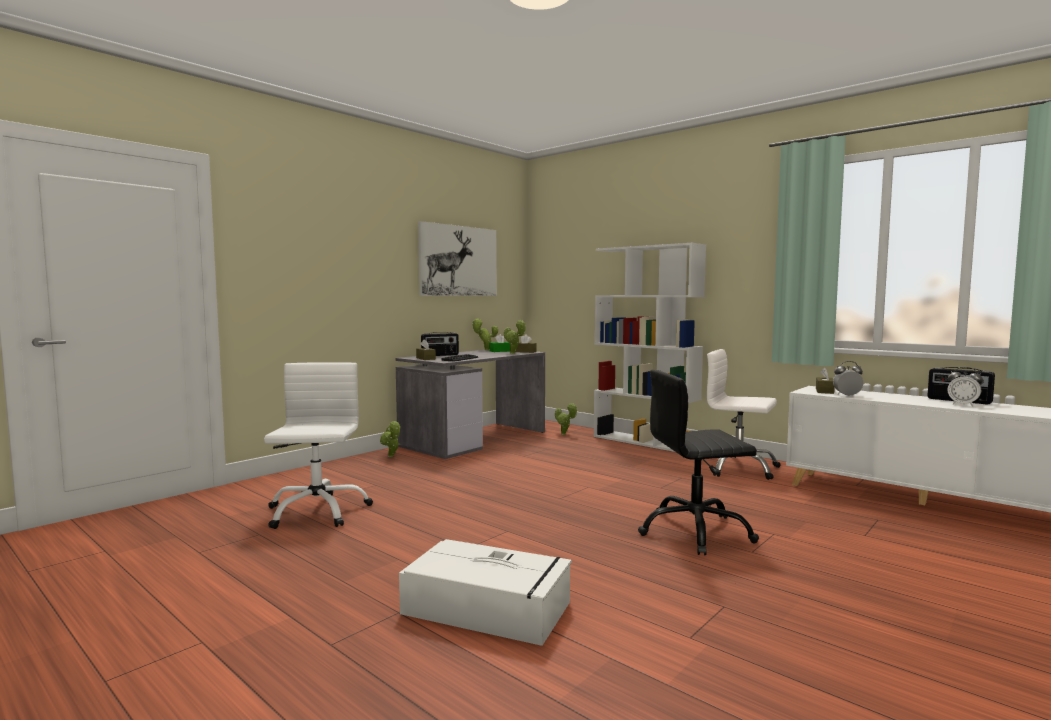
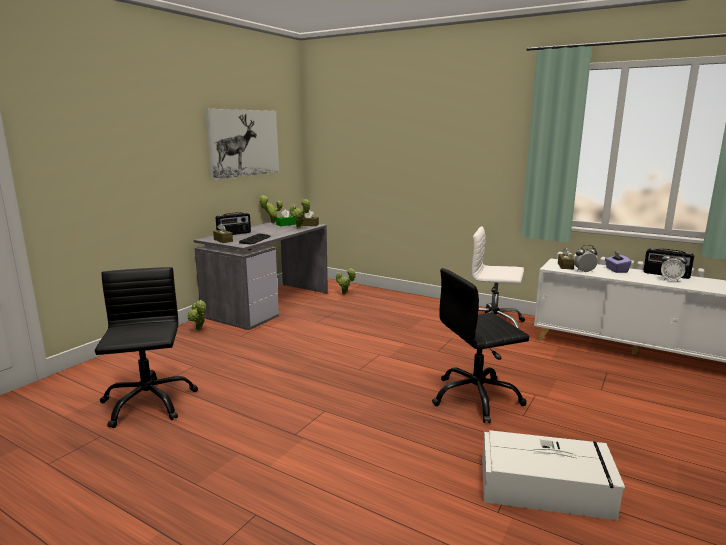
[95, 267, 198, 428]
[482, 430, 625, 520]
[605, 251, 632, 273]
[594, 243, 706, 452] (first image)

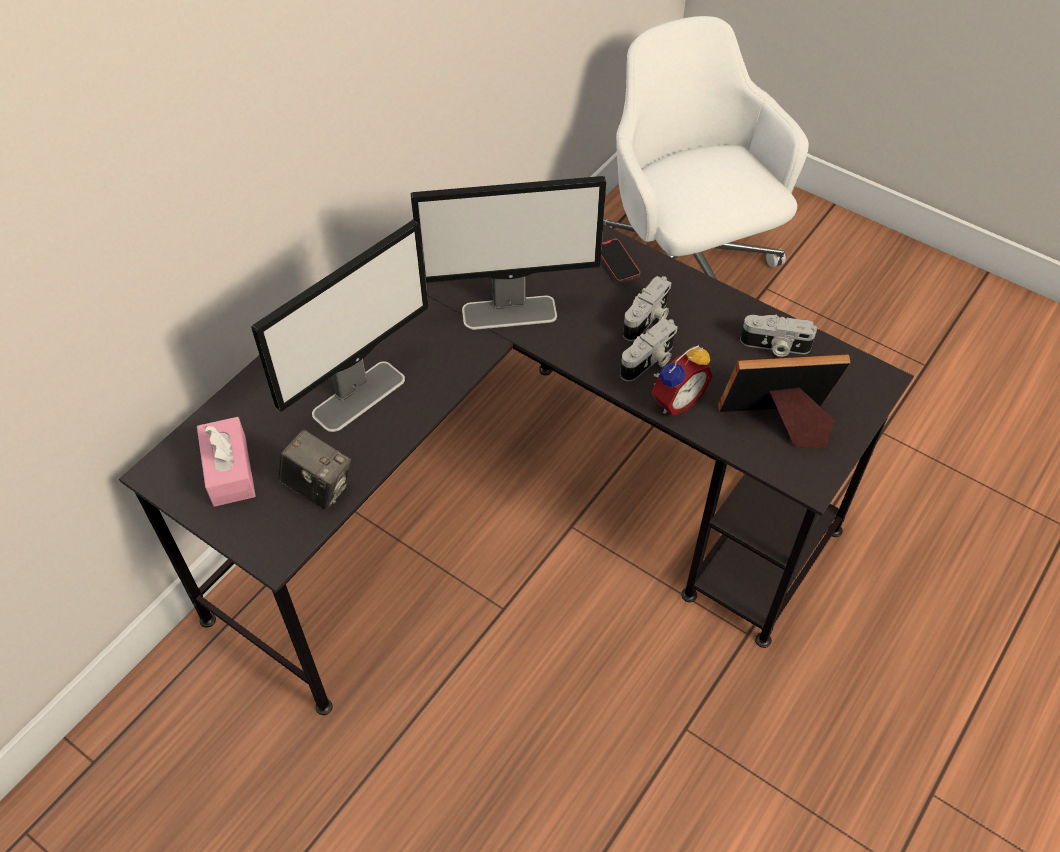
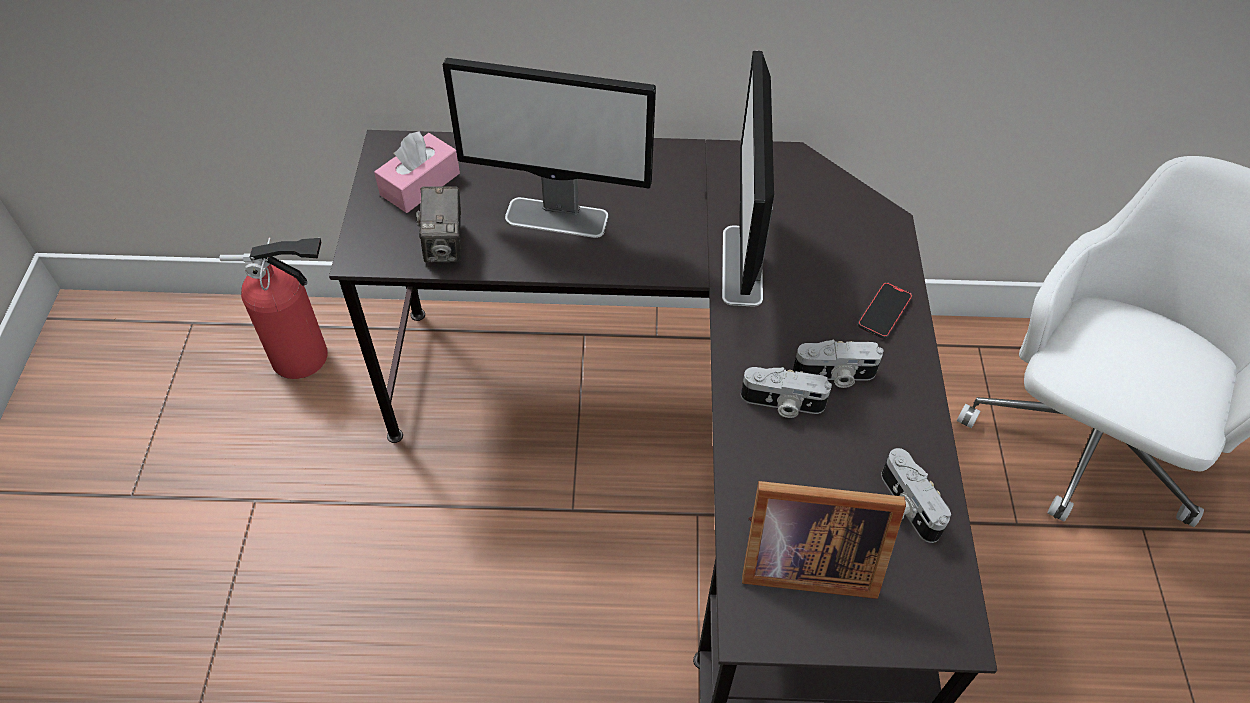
[220, 237, 328, 379]
[722, 51, 774, 307]
[742, 481, 906, 599]
[651, 345, 712, 416] (first image)

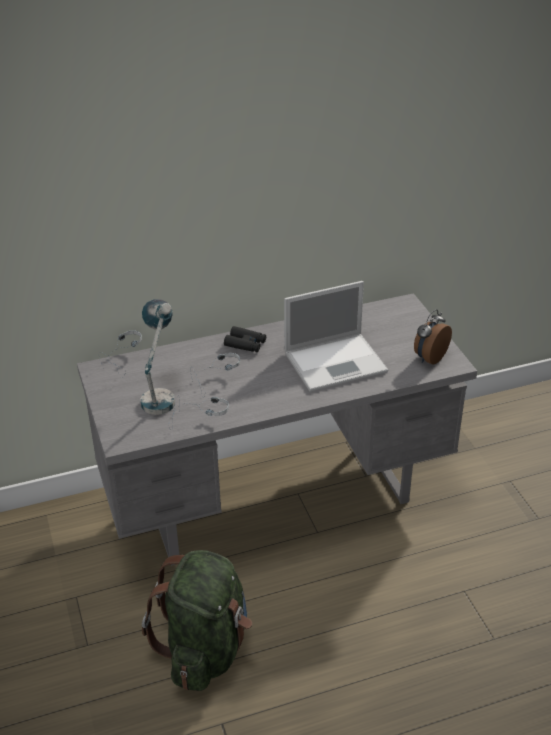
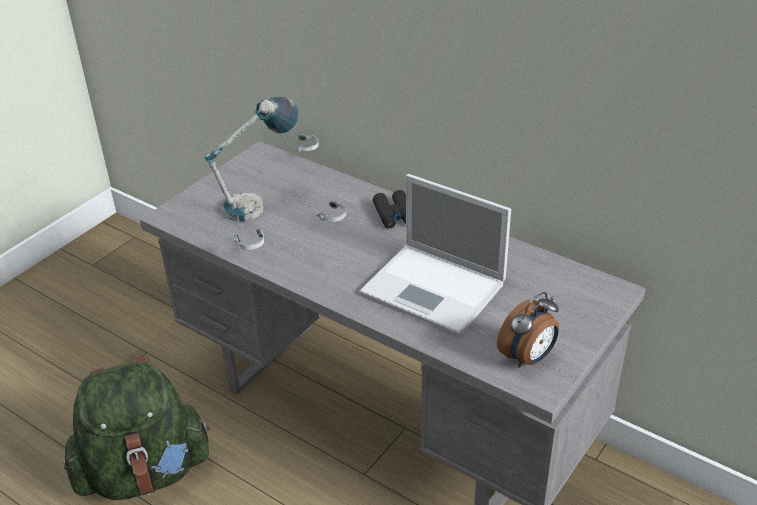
[497, 292, 559, 368]

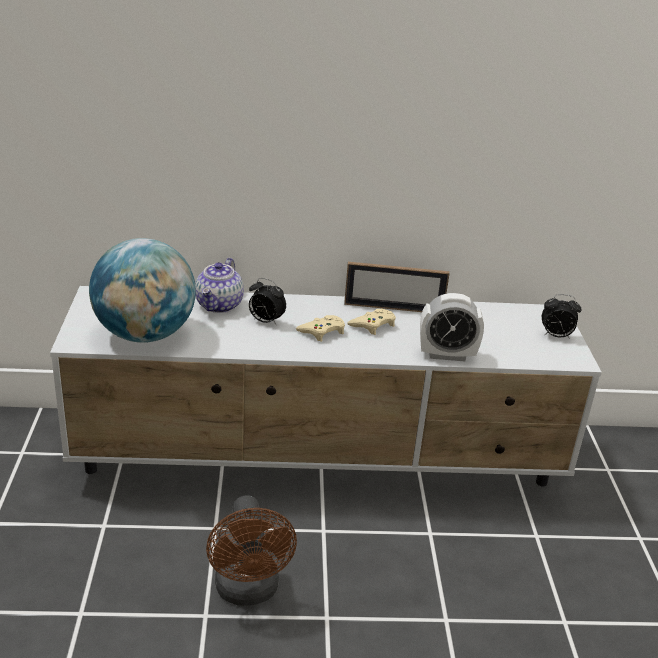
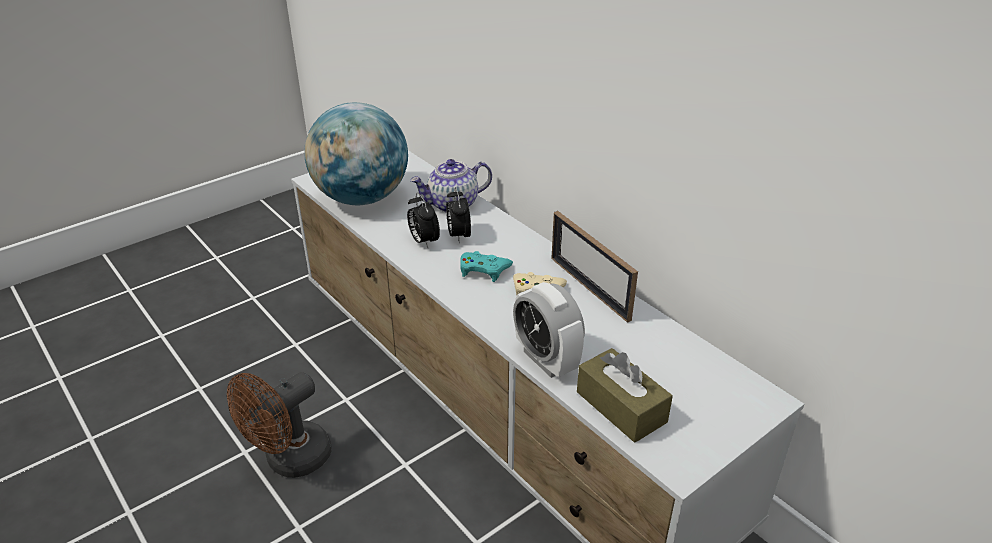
[407, 193, 440, 248]
[460, 251, 513, 282]
[577, 348, 673, 443]

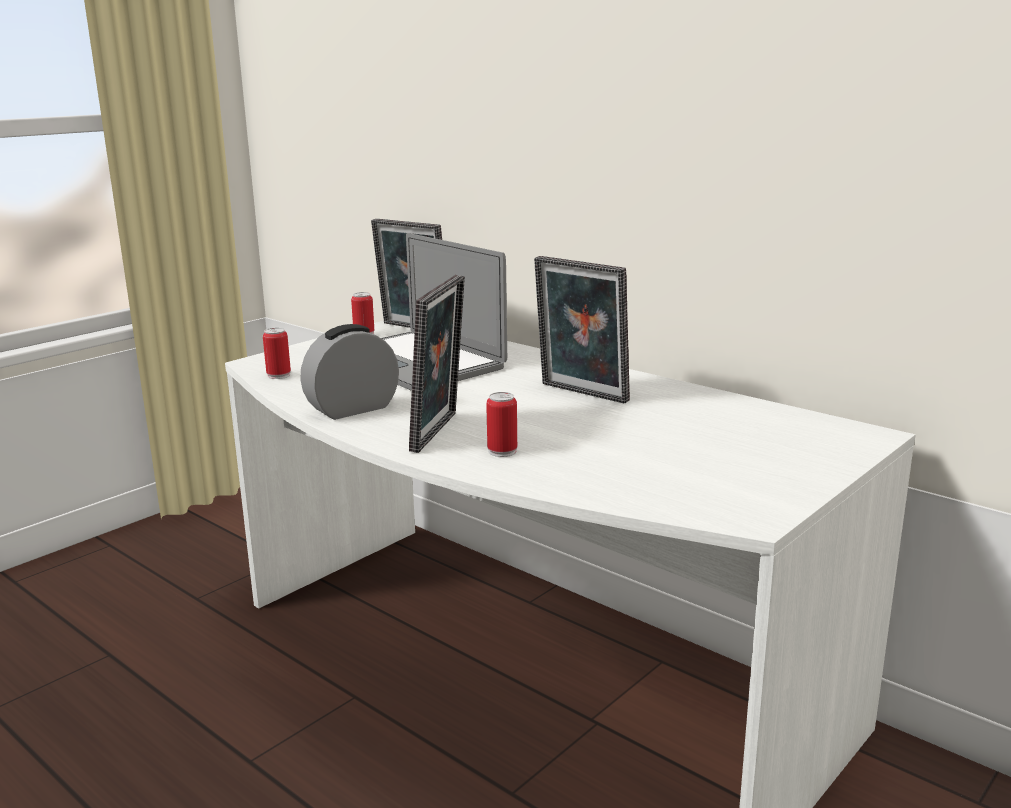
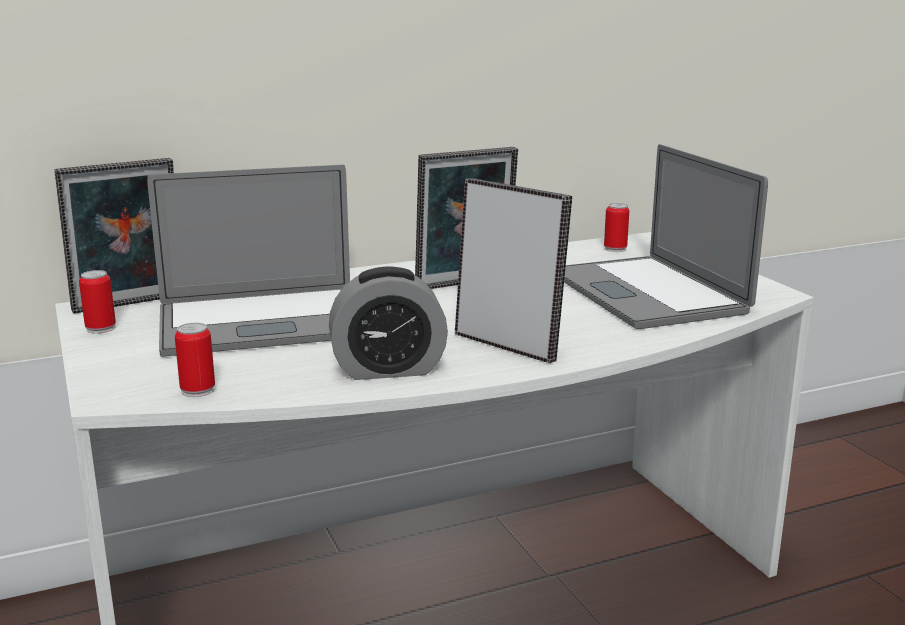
[329, 267, 448, 380]
[564, 144, 768, 329]
[604, 203, 629, 252]

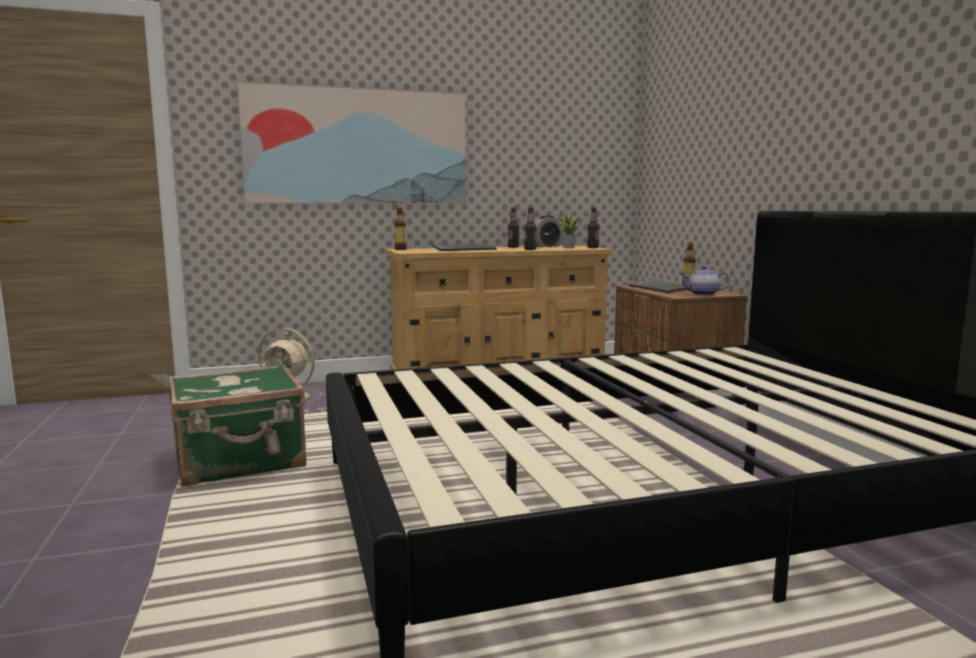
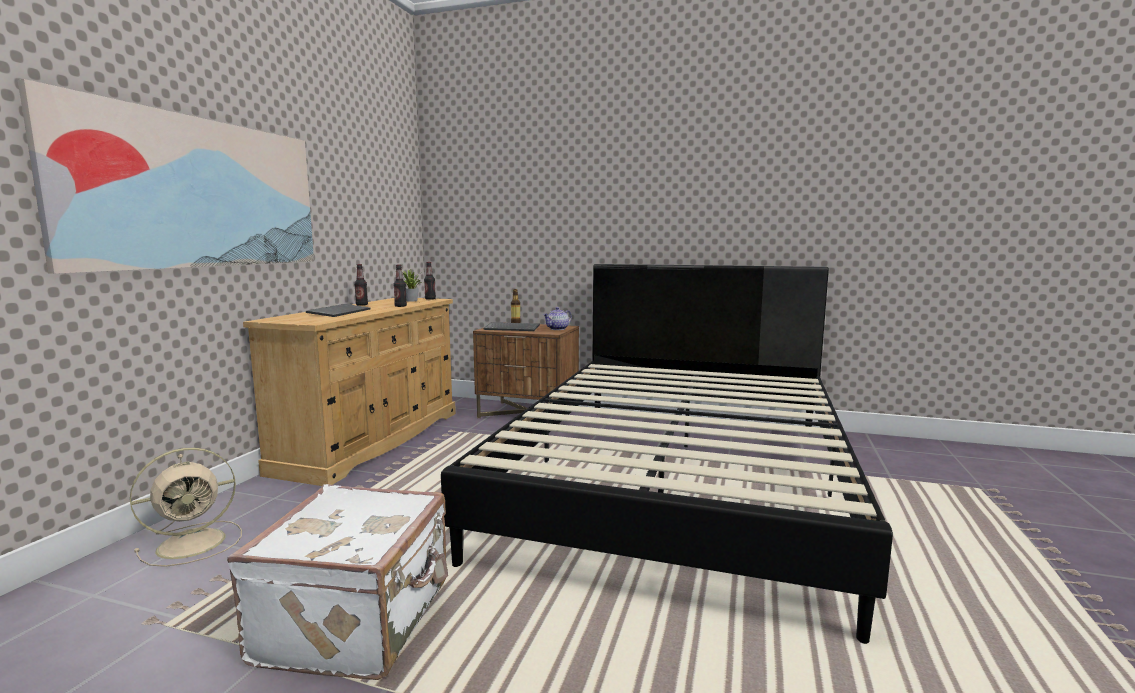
[227, 484, 448, 680]
[394, 207, 407, 250] (first image)
[534, 216, 564, 247] (first image)

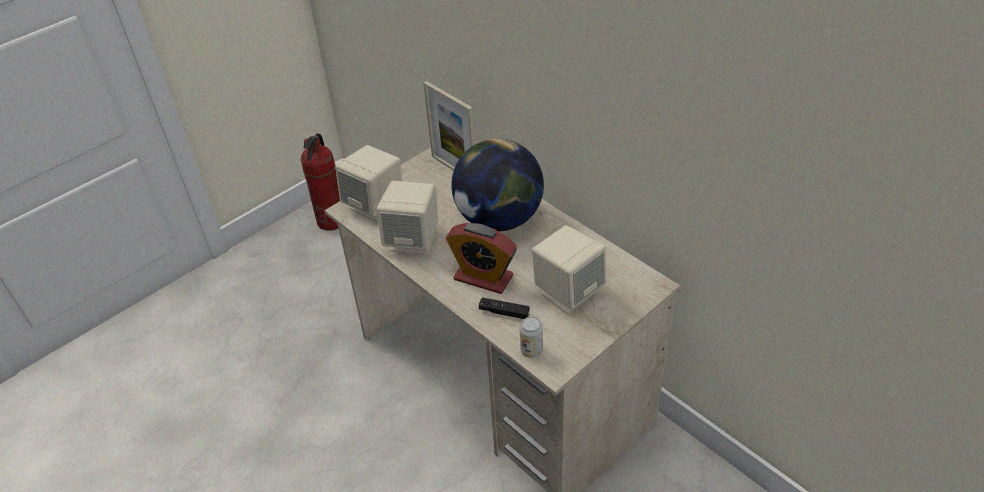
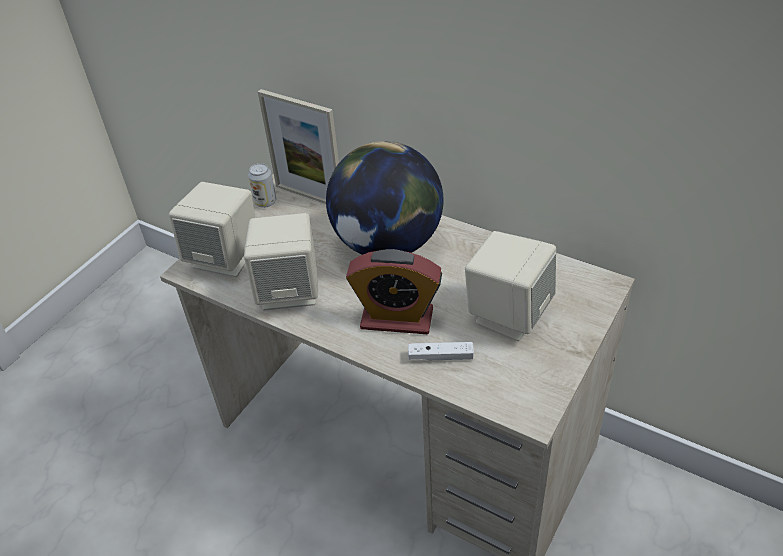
[248, 163, 276, 208]
[408, 342, 474, 360]
[301, 133, 340, 231] (first image)

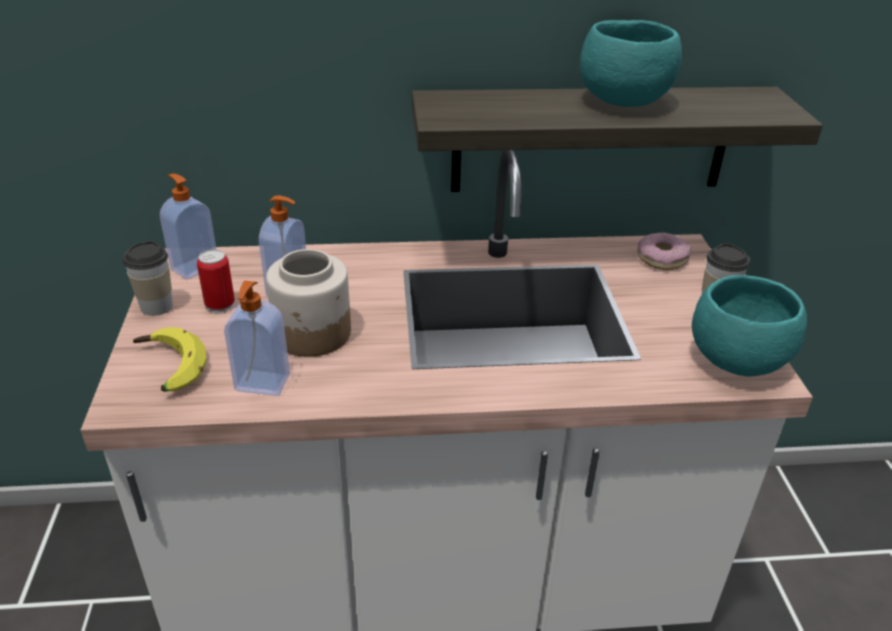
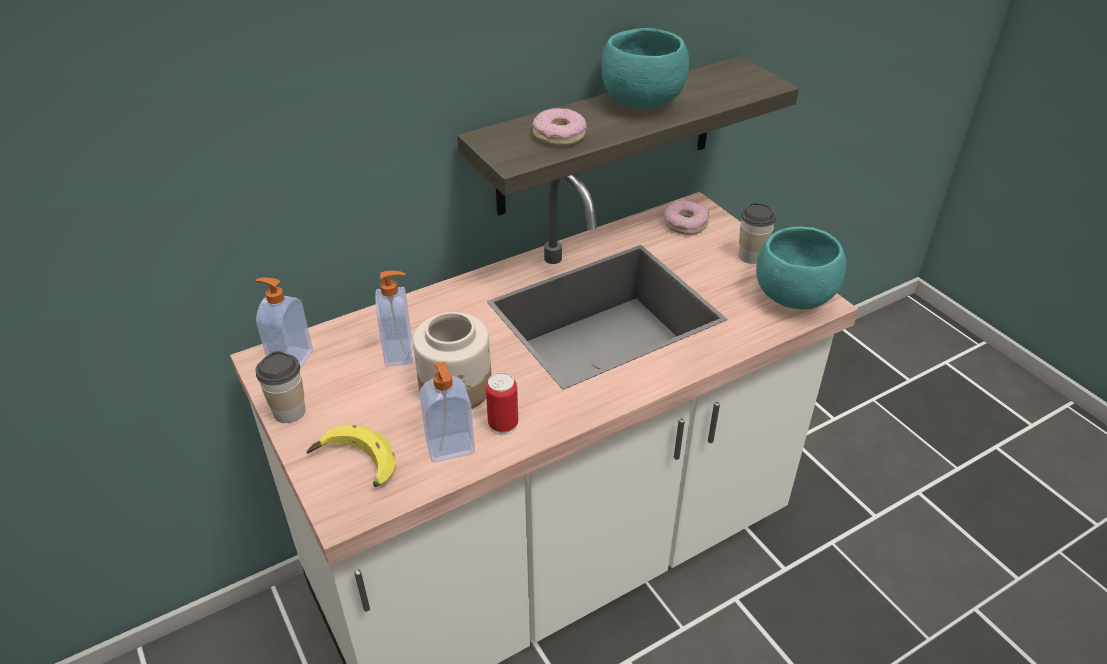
[486, 372, 518, 435]
[532, 108, 587, 146]

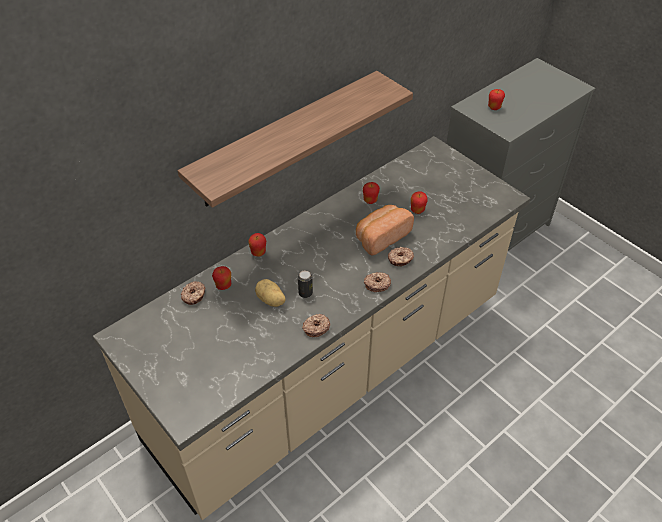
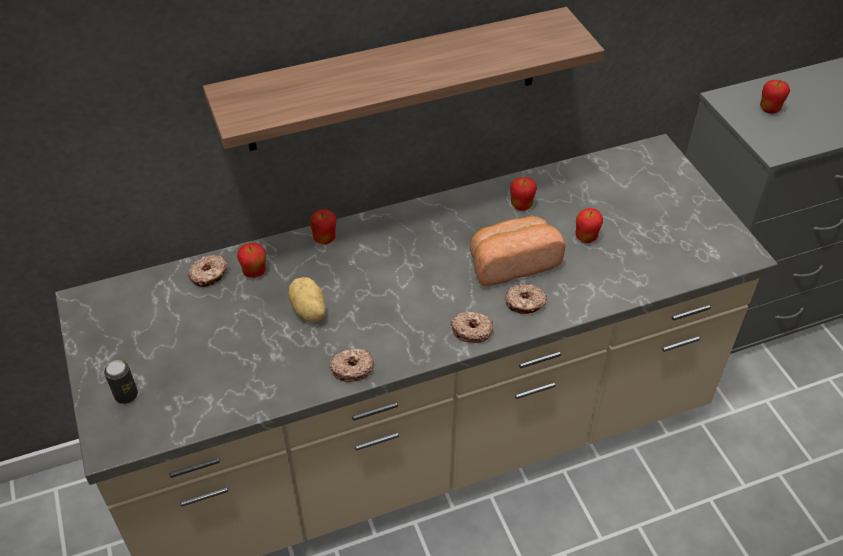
[104, 360, 138, 404]

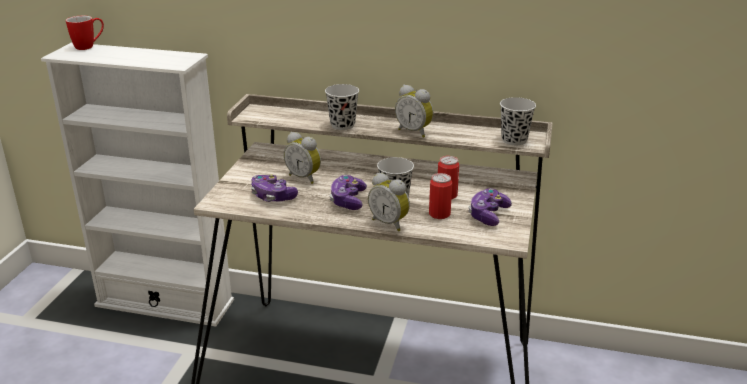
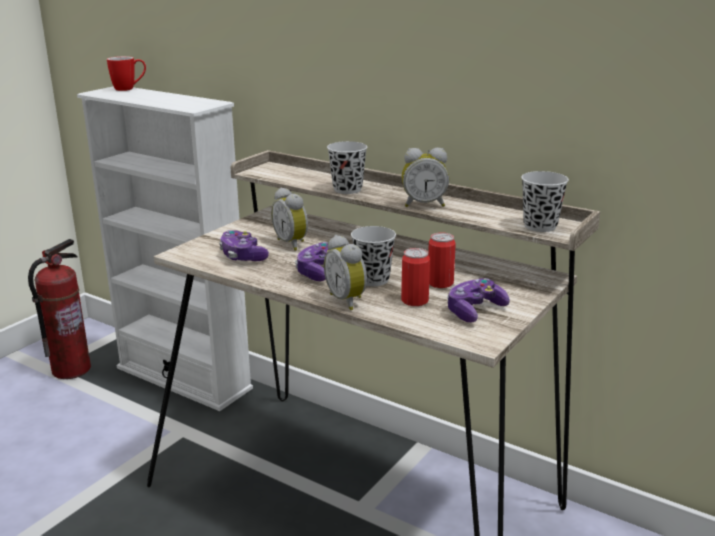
[28, 239, 91, 379]
[402, 148, 449, 207]

